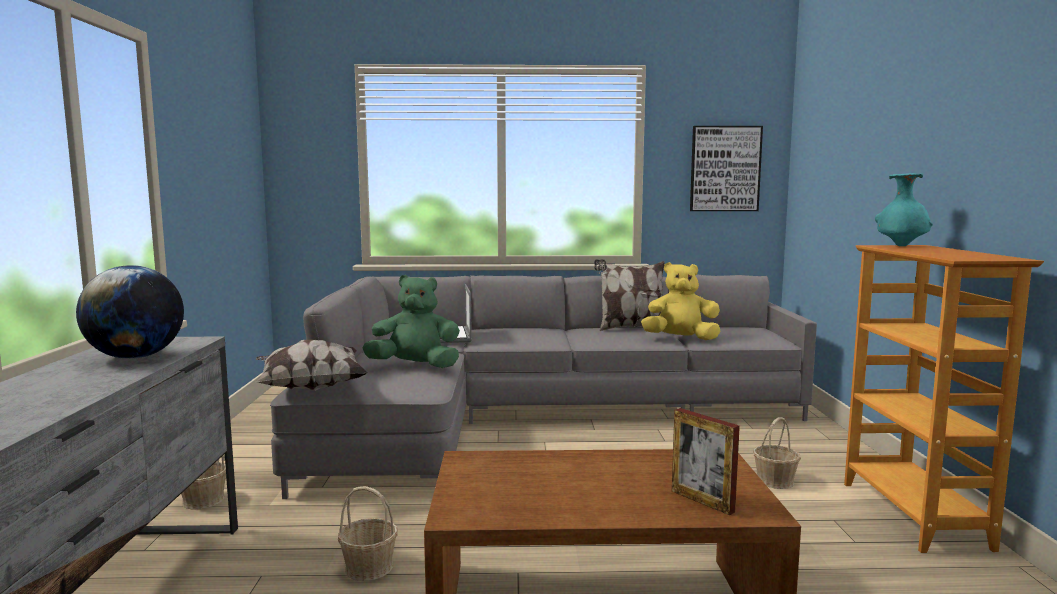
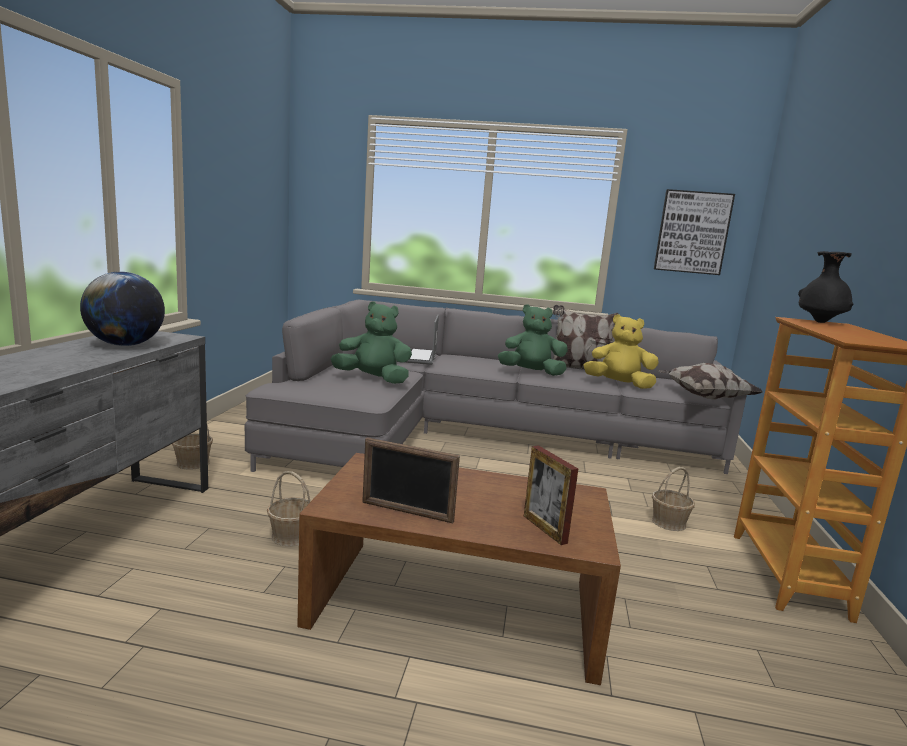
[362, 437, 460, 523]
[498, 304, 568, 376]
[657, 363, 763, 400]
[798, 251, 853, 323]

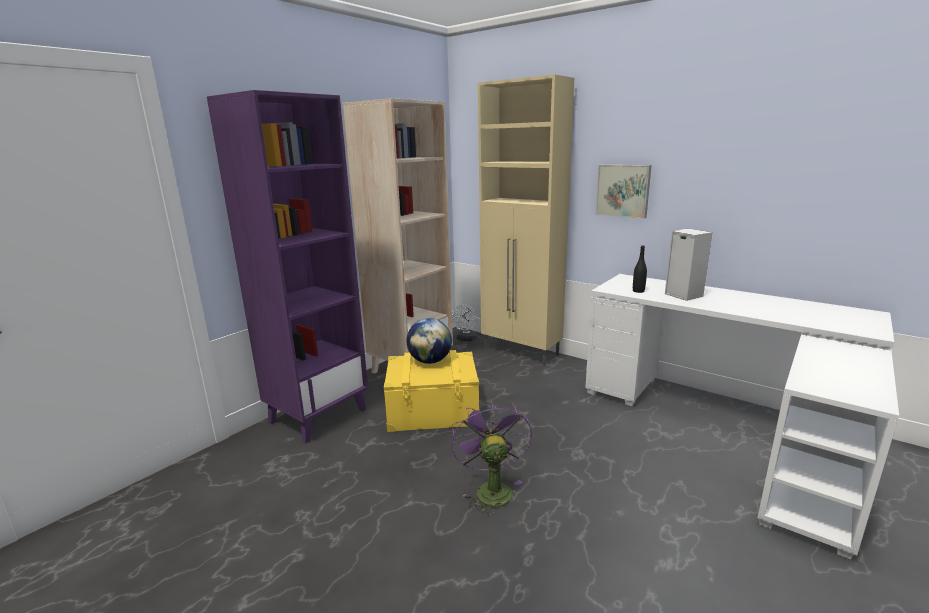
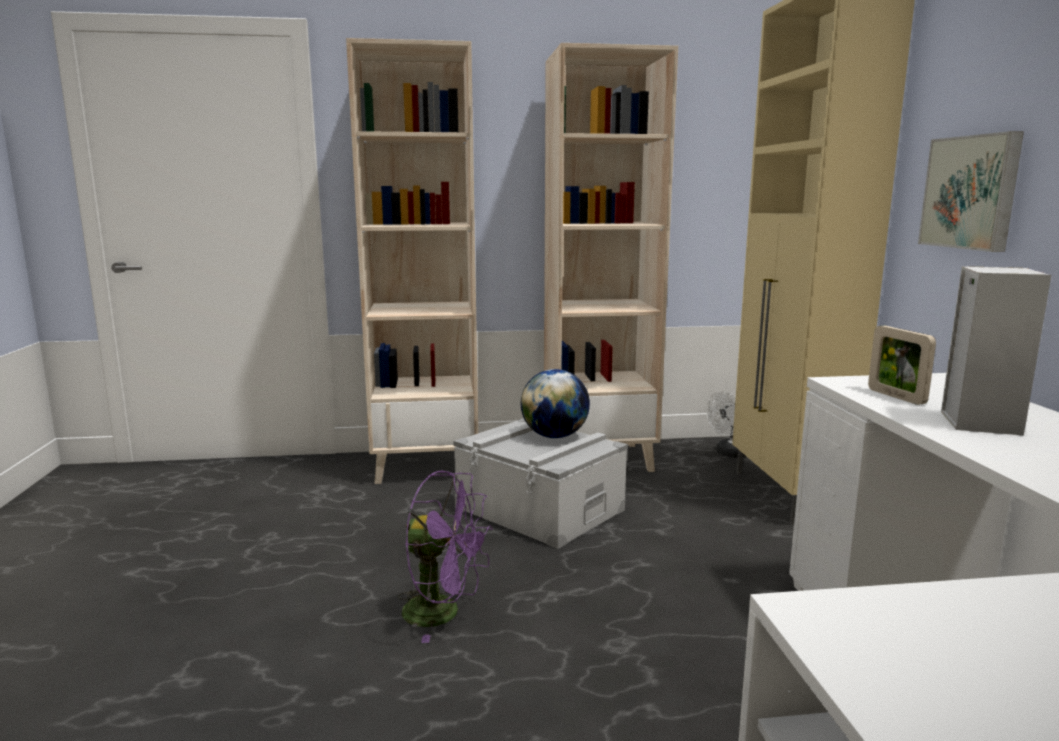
[346, 38, 478, 484]
[398, 470, 493, 643]
[453, 418, 628, 549]
[868, 326, 936, 405]

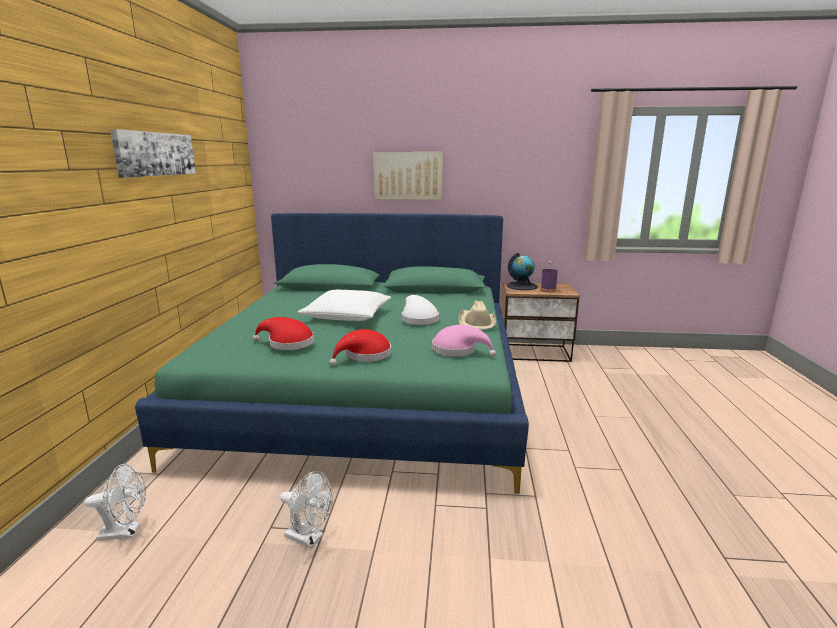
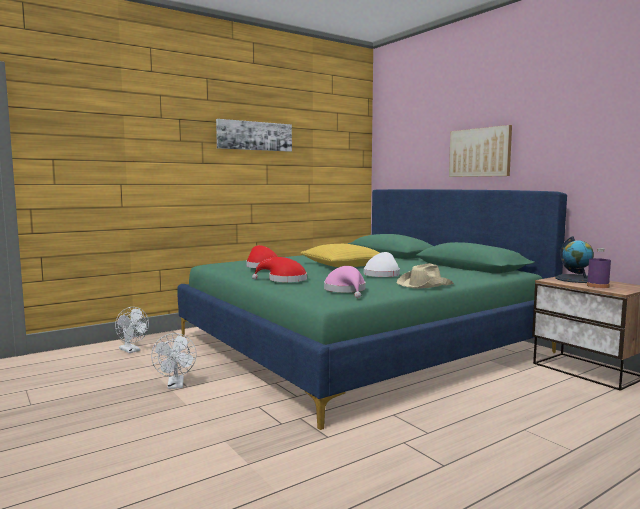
[300, 244, 379, 267]

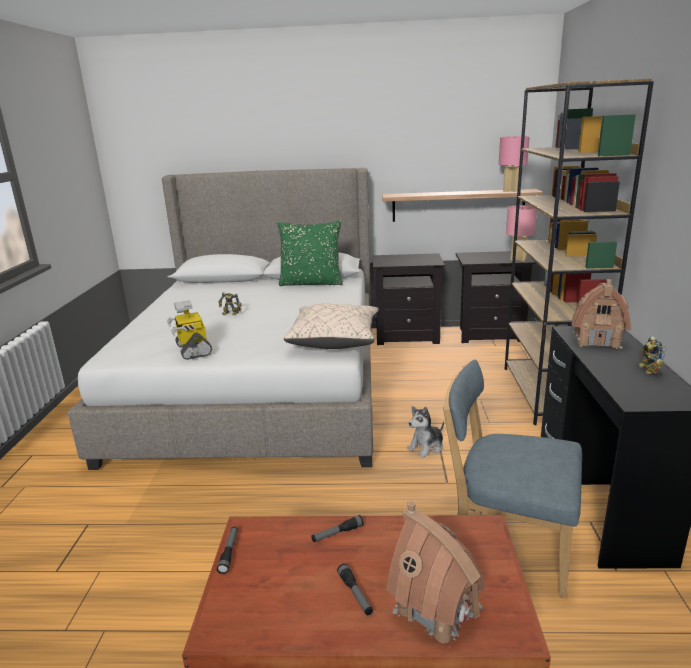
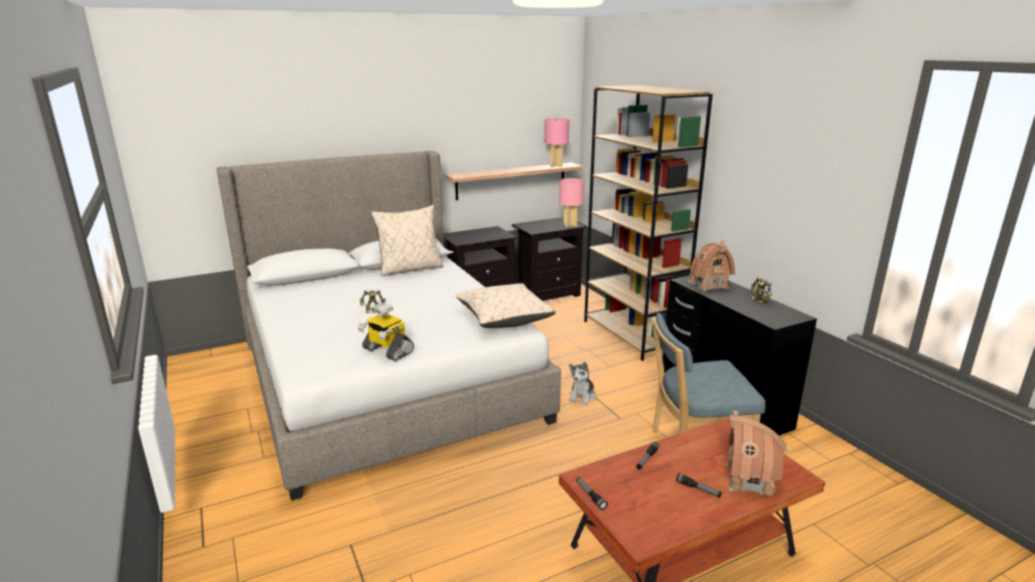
[371, 205, 443, 276]

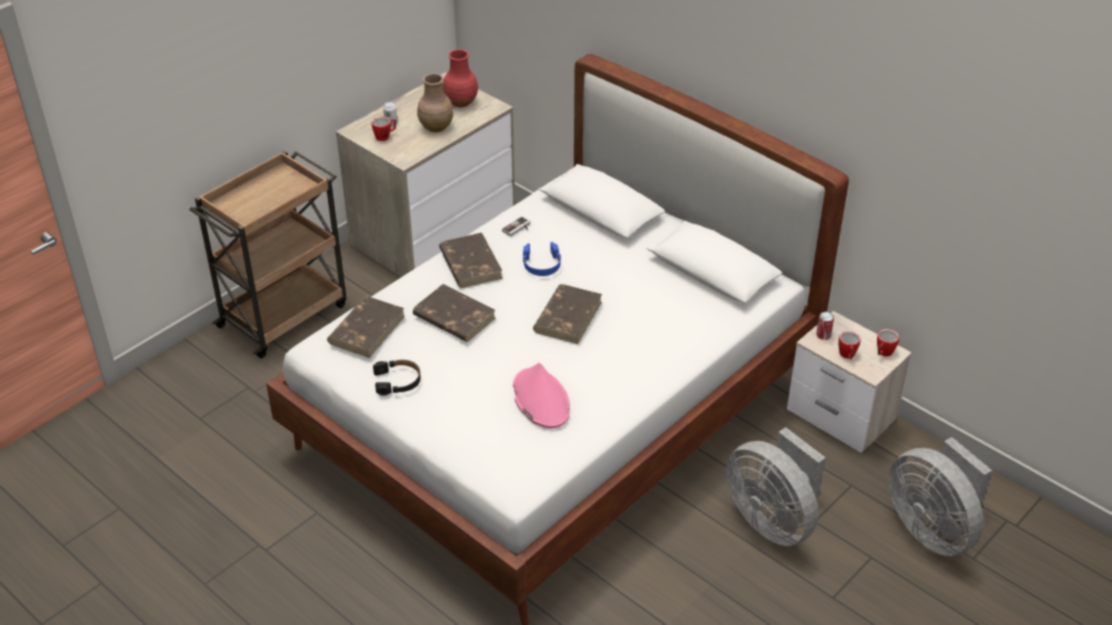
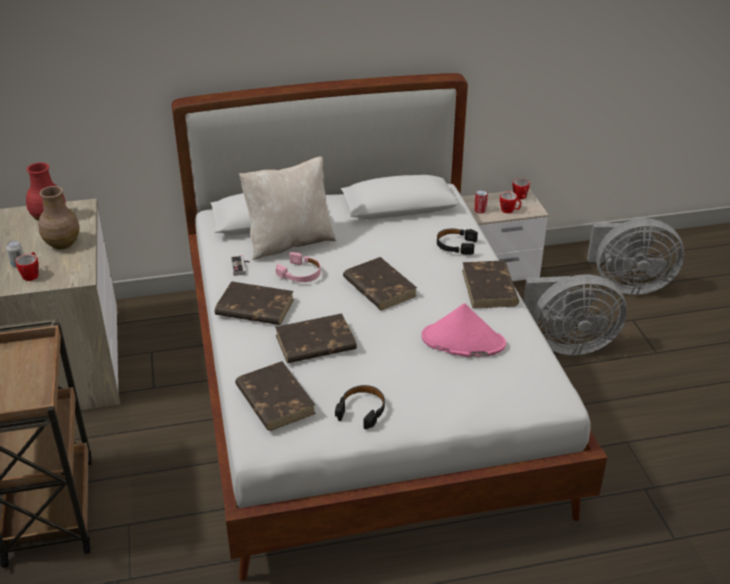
[239, 156, 336, 260]
[276, 252, 321, 282]
[437, 229, 478, 255]
[462, 261, 519, 309]

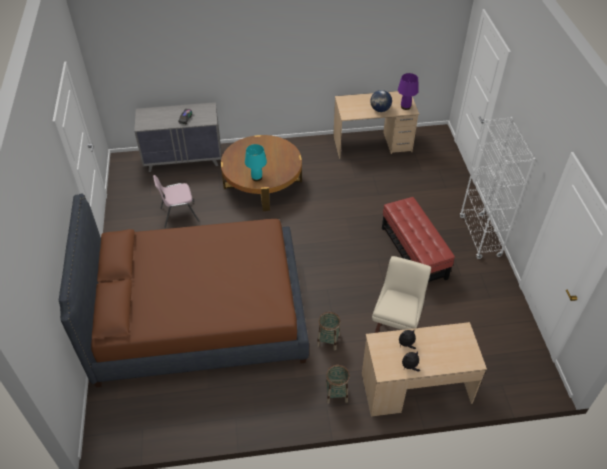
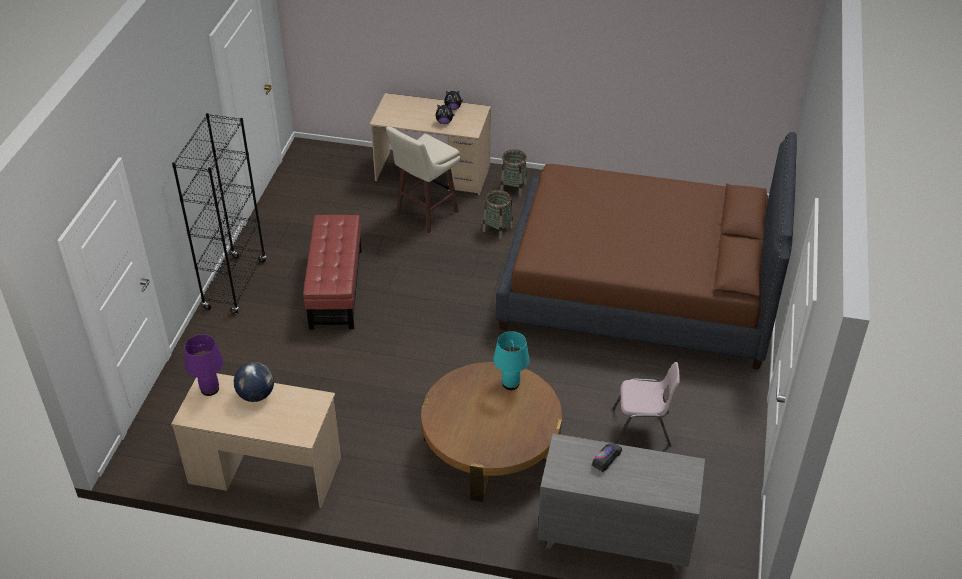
[172, 113, 266, 314]

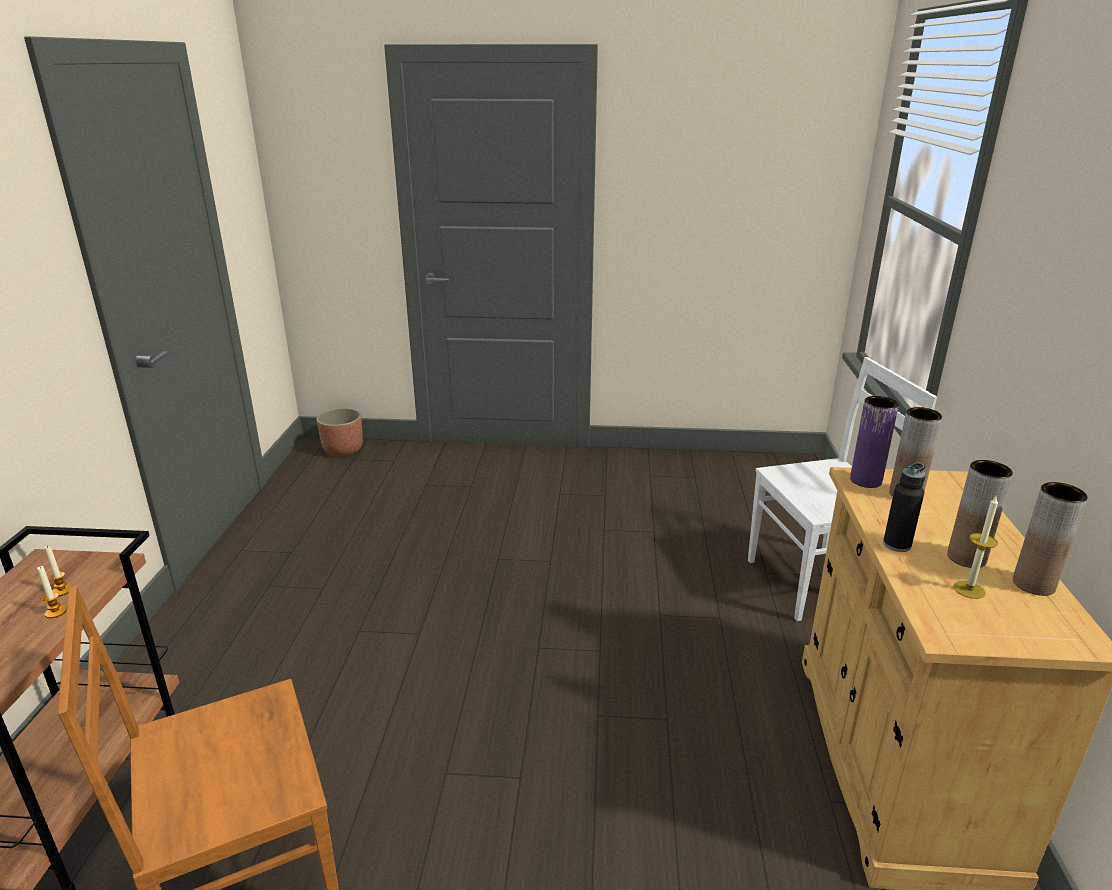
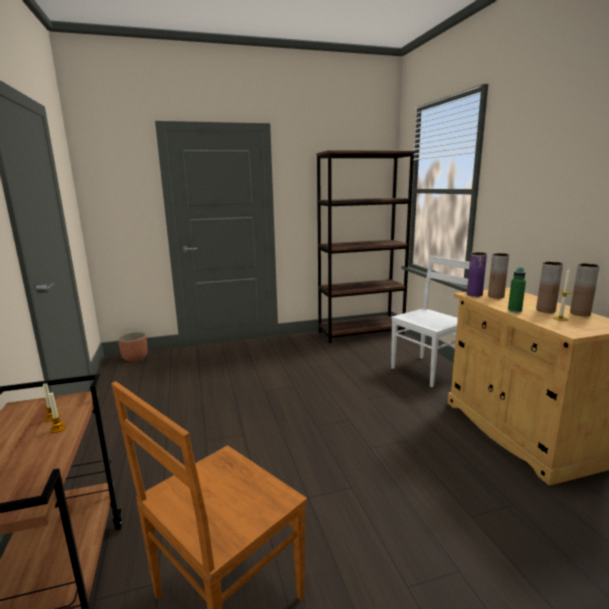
[316, 150, 415, 343]
[508, 267, 526, 313]

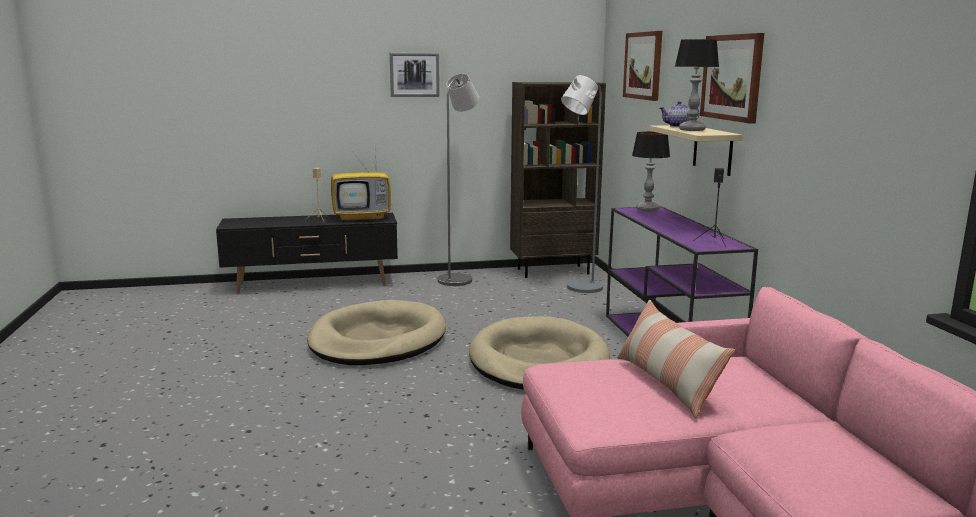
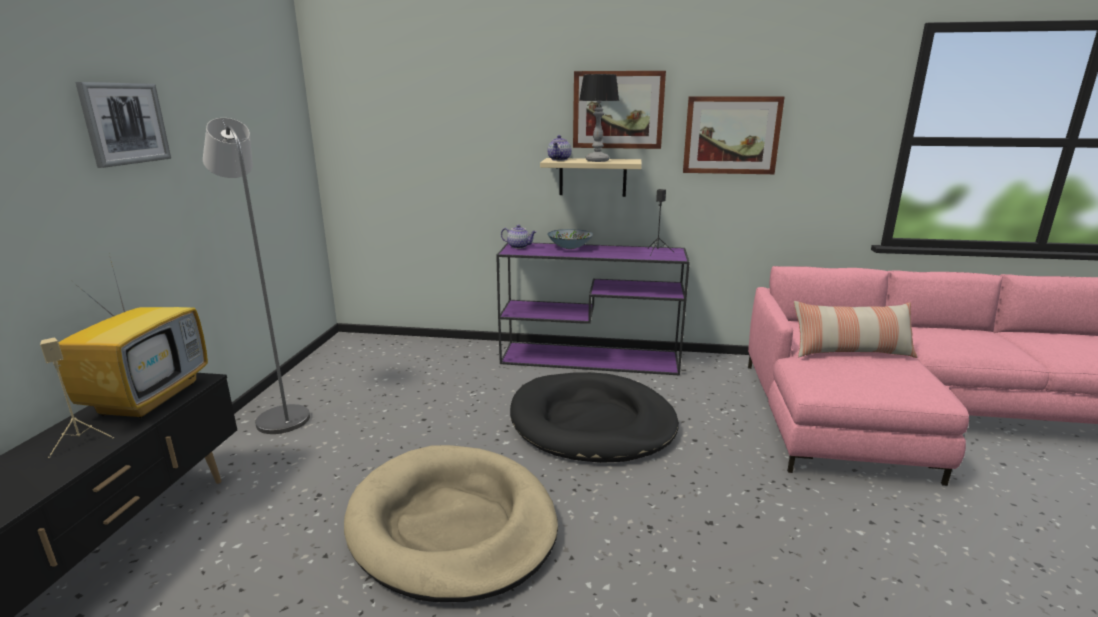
[501, 225, 536, 249]
[510, 372, 679, 463]
[547, 229, 593, 249]
[683, 96, 785, 174]
[510, 82, 606, 278] (first image)
[561, 75, 603, 293] (first image)

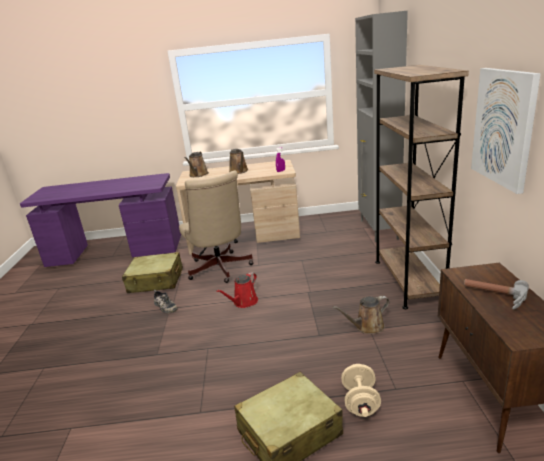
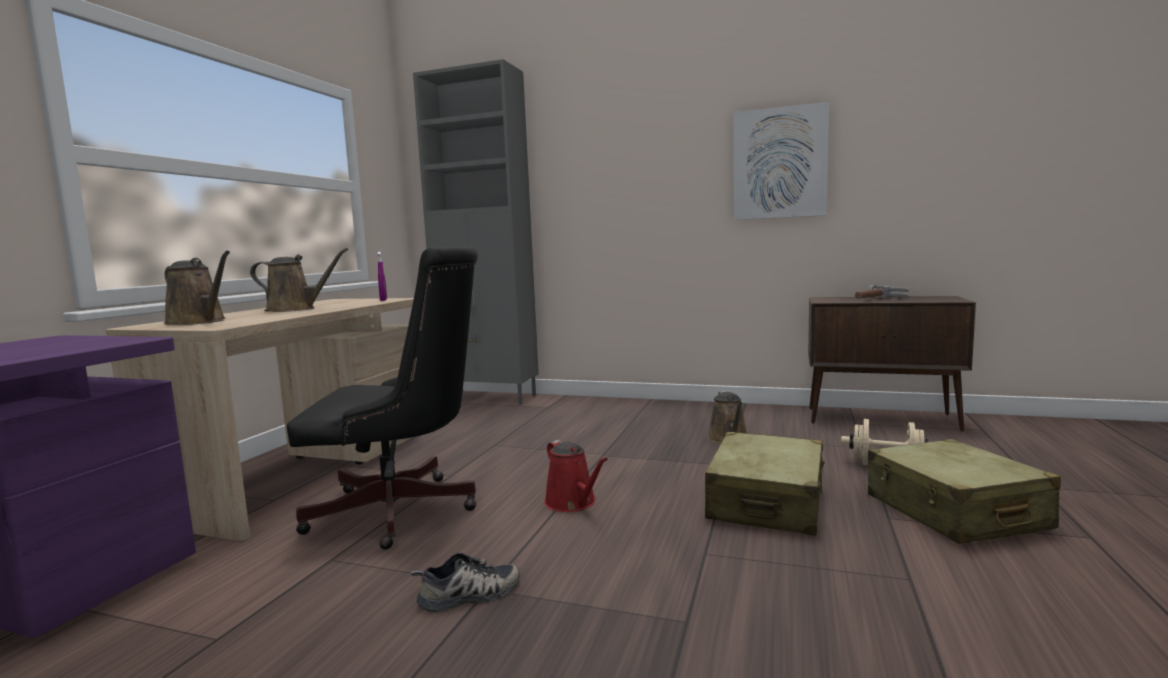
[287, 246, 478, 550]
[705, 432, 825, 536]
[374, 65, 469, 309] (first image)

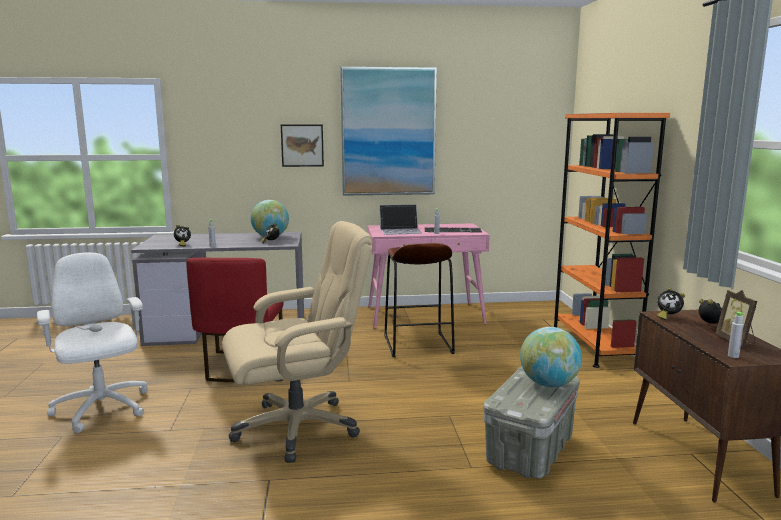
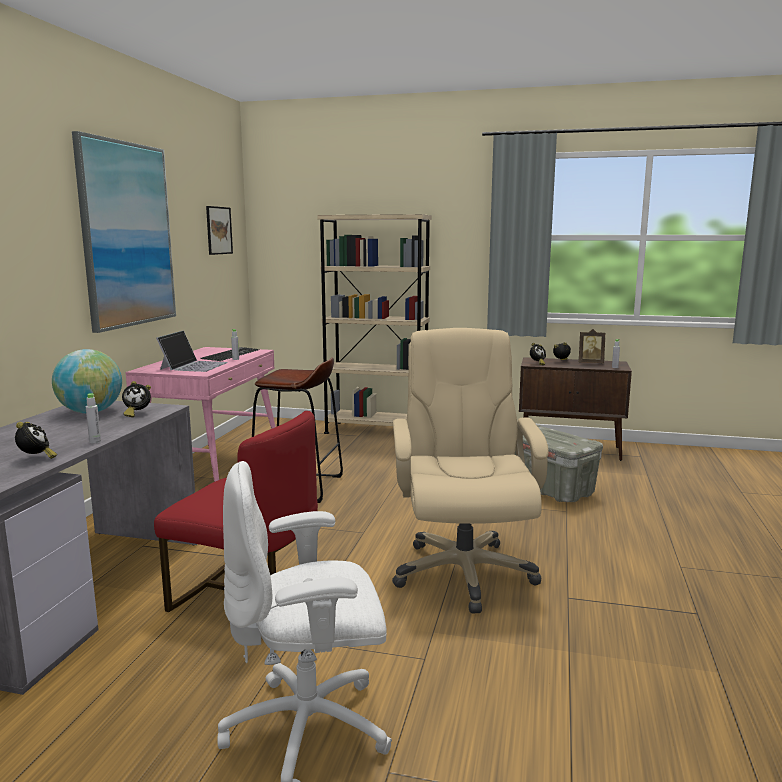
[206, 206, 233, 255]
[317, 214, 432, 434]
[520, 327, 582, 387] (first image)

